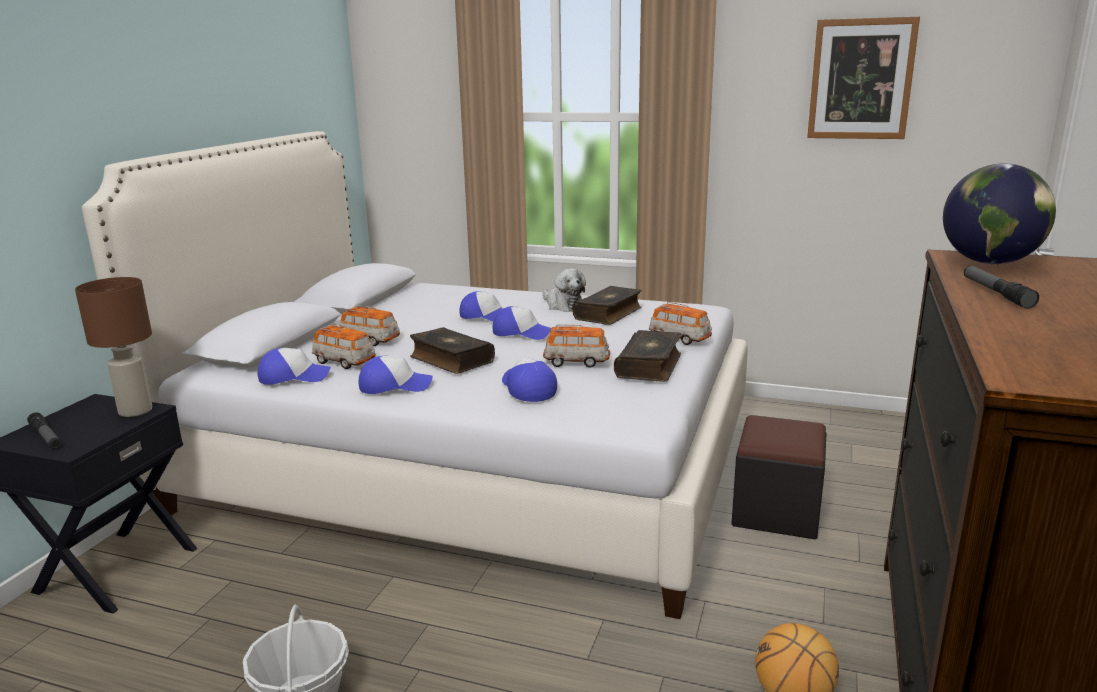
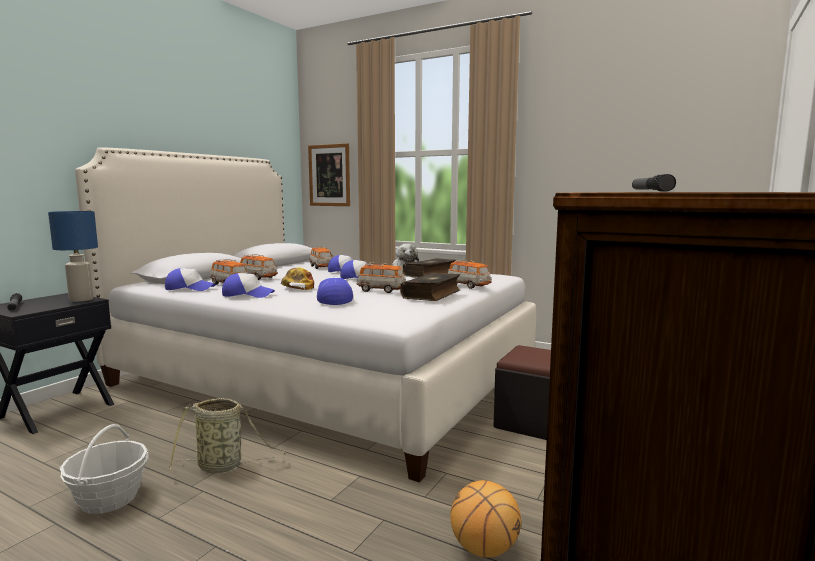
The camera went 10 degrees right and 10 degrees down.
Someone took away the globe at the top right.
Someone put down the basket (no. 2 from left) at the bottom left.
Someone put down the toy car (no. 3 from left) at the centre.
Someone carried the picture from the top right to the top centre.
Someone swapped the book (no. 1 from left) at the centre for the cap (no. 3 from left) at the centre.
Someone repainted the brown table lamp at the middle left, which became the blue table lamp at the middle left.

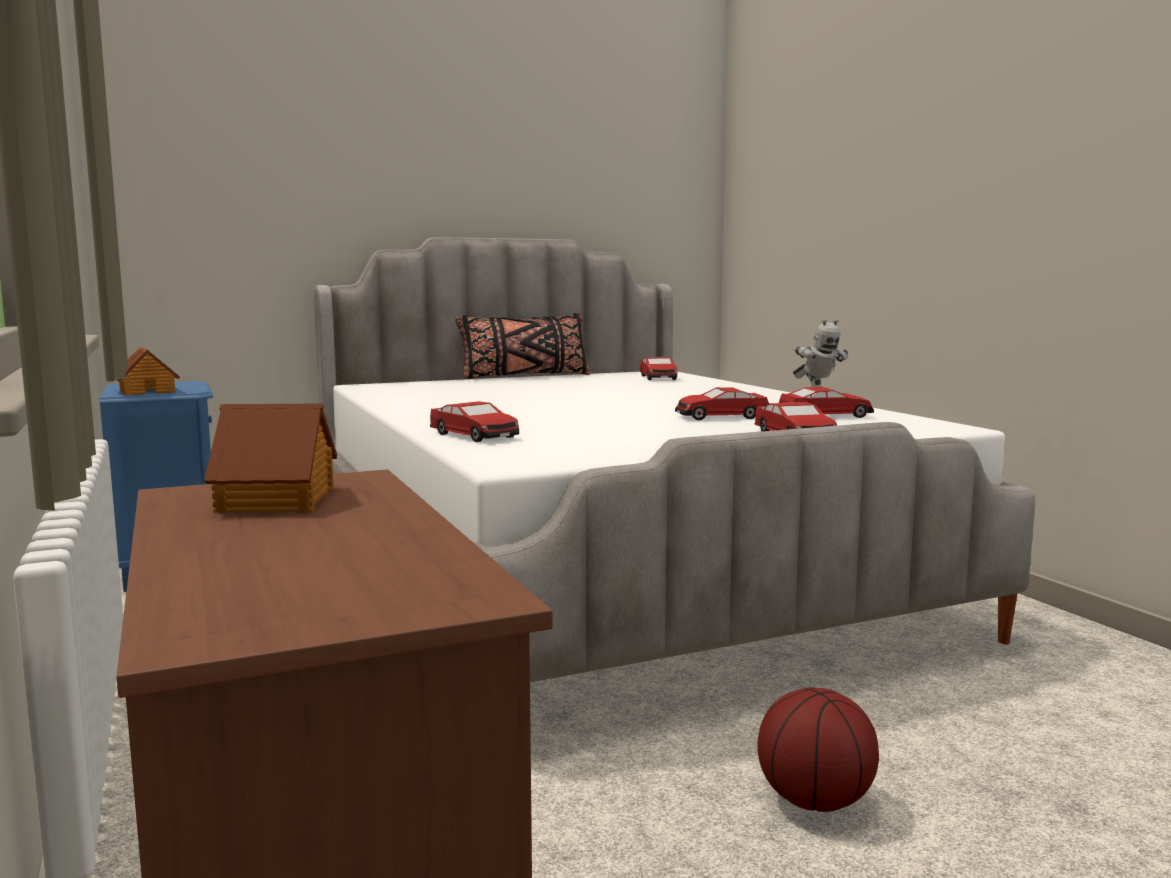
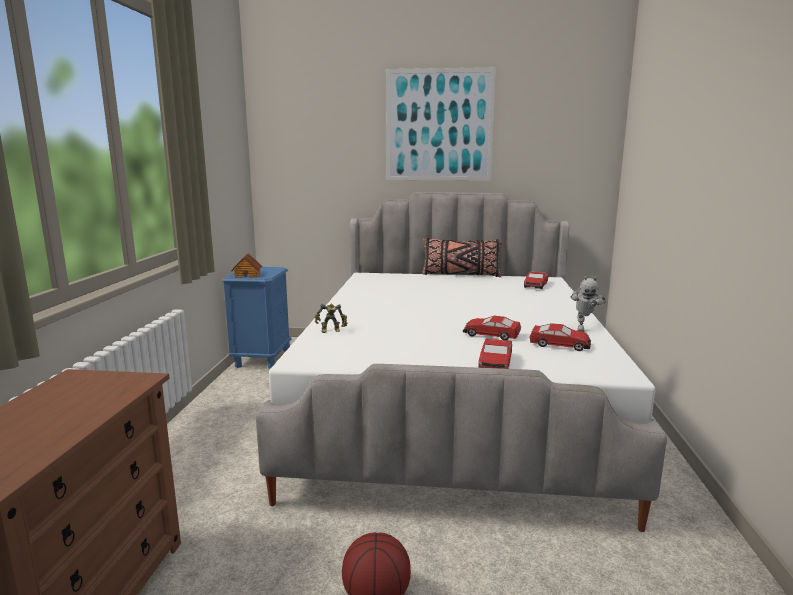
The camera went 30 degrees right and 5 degrees up.
Someone took away the toy house (no. 2 from left) at the middle left.
Someone put up the picture at the top centre.
Someone swapped the toy car (no. 1 from left) at the centre for the toy robot (no. 1 from left) at the centre.

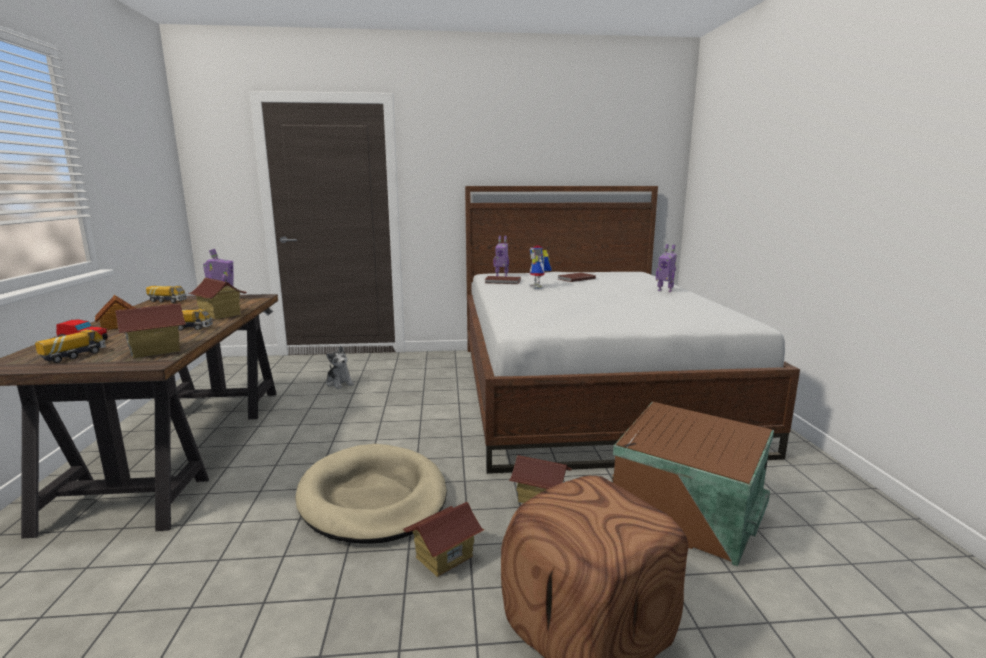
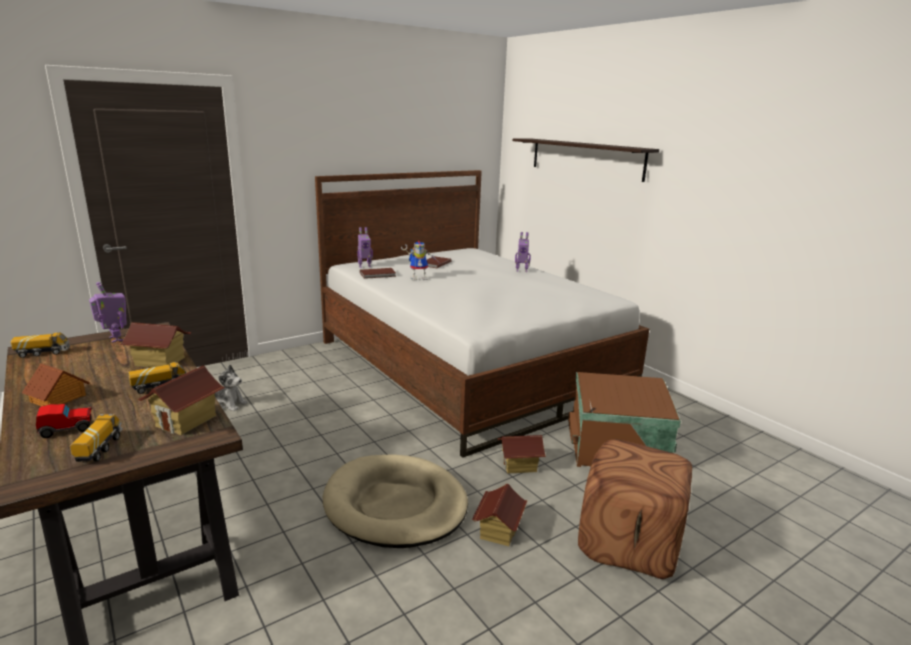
The camera went 30 degrees left and 5 degrees up.
Someone put up the shelf at the top centre.
Someone rotated the toy robot (no. 3 from left) at the centre by 60 degrees counterclockwise.

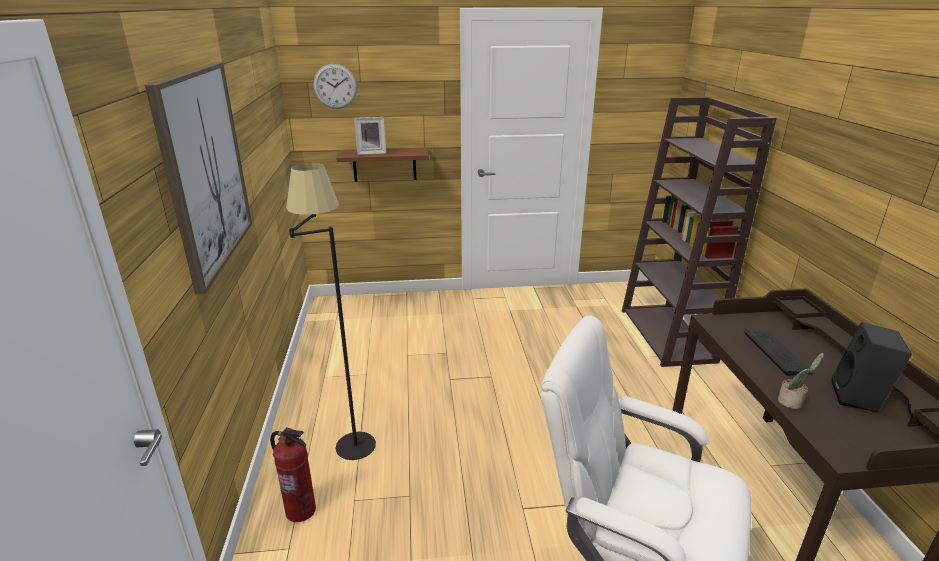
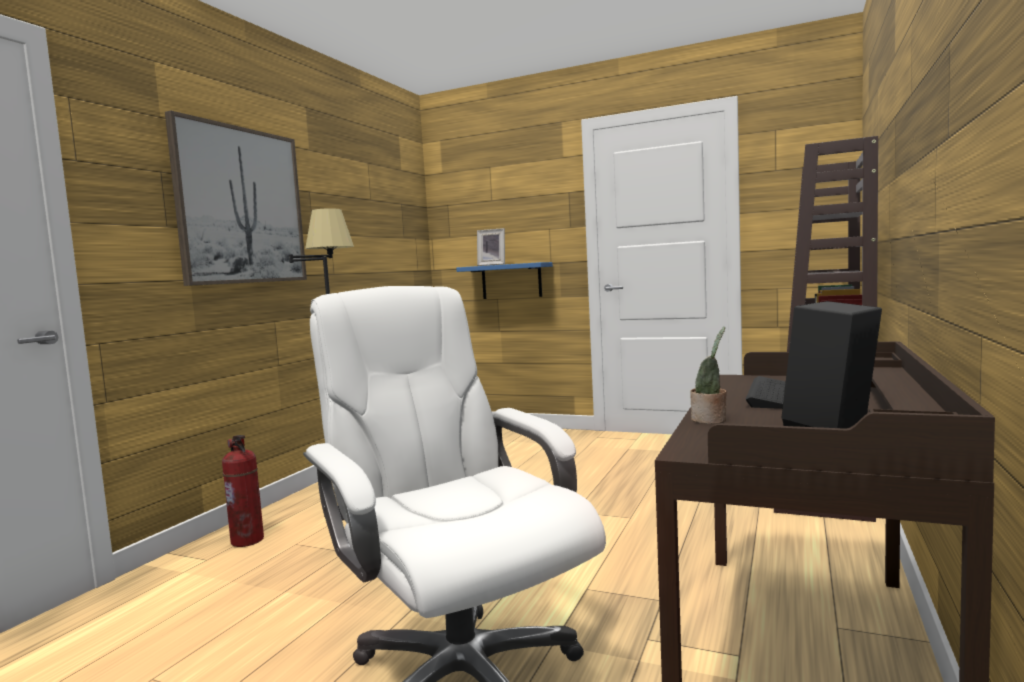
The camera went 30 degrees right and 20 degrees down.
Someone took away the wall clock at the top centre.
Someone repainted the brown shelf at the top centre, which became the blue shelf at the centre.

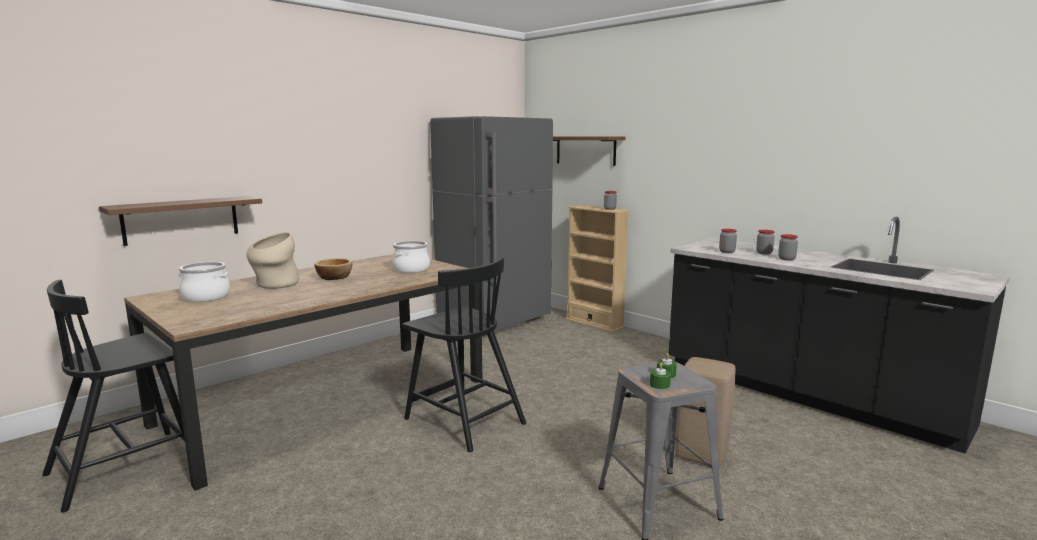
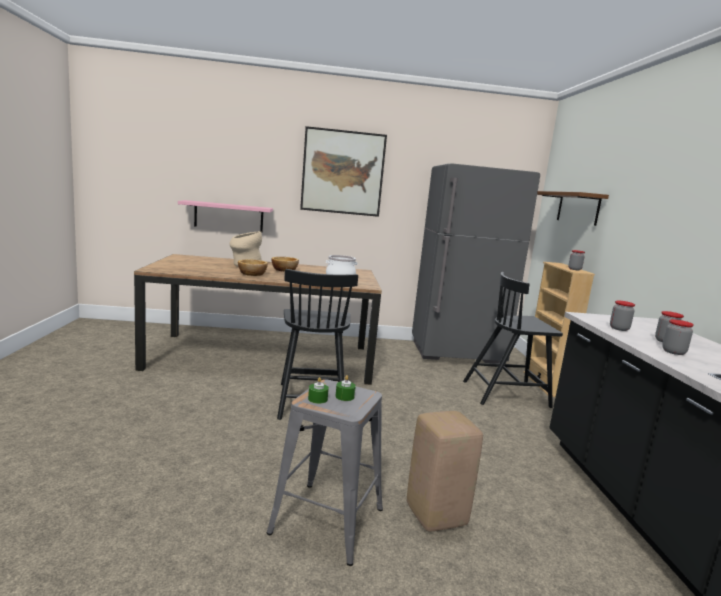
The camera went 40 degrees right and 0 degrees up.
Someone took away the cooking pot (no. 1 from left) at the middle left.
Someone put down the bowl (no. 1 from left) at the centre.
Someone put up the picture at the top centre.
Someone carried the black chair (no. 1 from left in the first image) from the bottom left to the middle right.
Someone repainted the brown shelf (no. 1 from left) at the middle left, which became the pink shelf at the middle left.

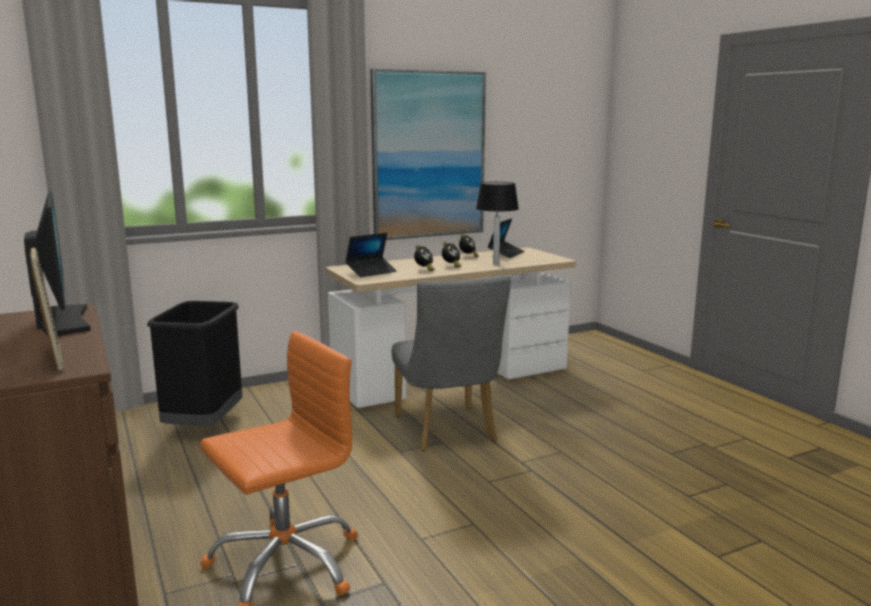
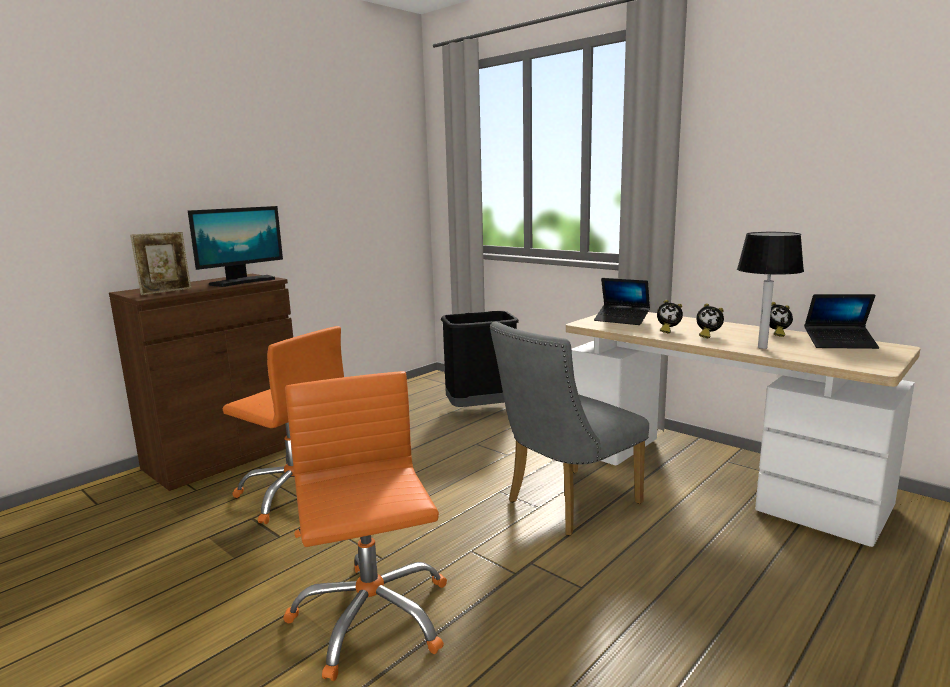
The camera went 70 degrees right and 0 degrees up.
Someone took away the picture at the top centre.
Someone put down the orange office chair (no. 2 from left) at the bottom centre.

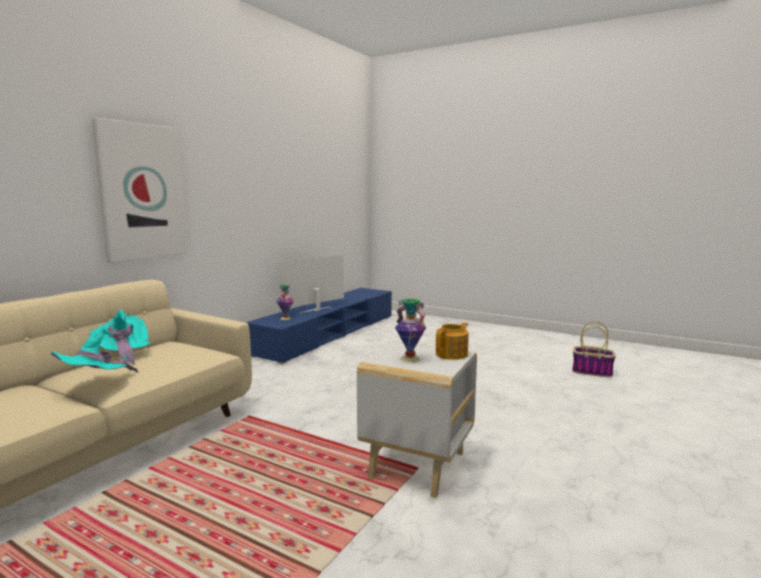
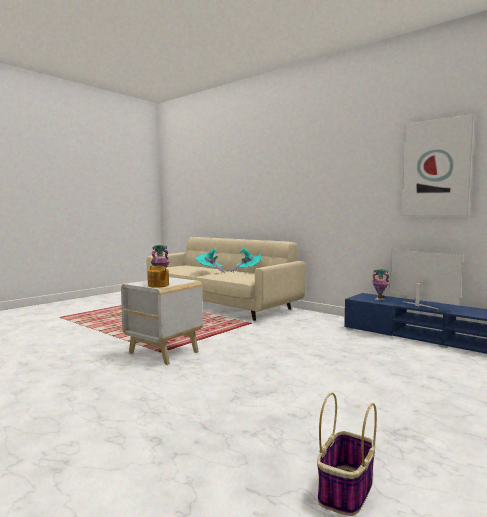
The camera went 100 degrees right and 5 degrees down.
Someone carried the picture from the top left to the top right.

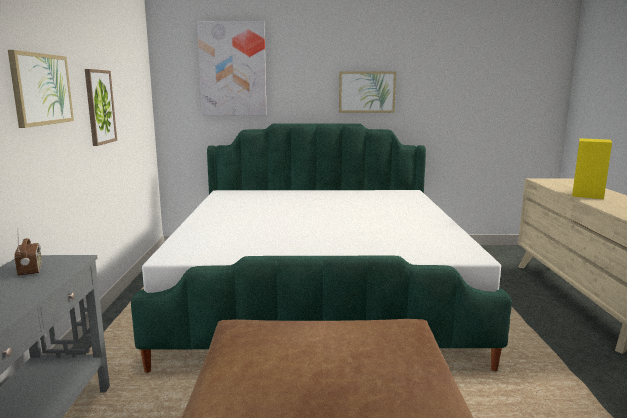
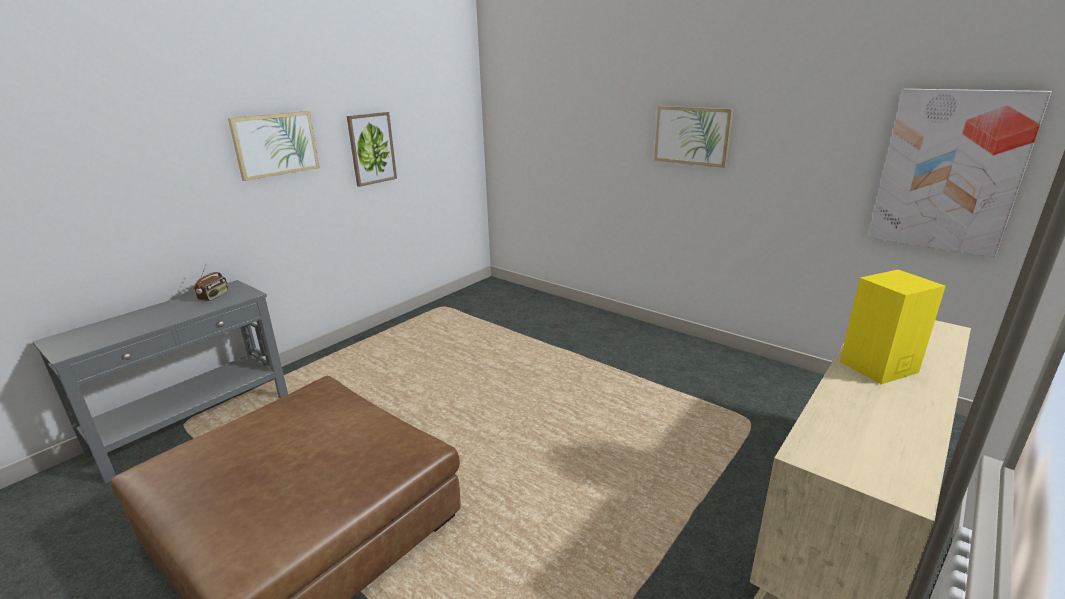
The camera went 40 degrees right and 10 degrees up.
Someone took away the bed at the centre.
Someone carried the picture (no. 3 from left in the first image) from the top centre to the top right.

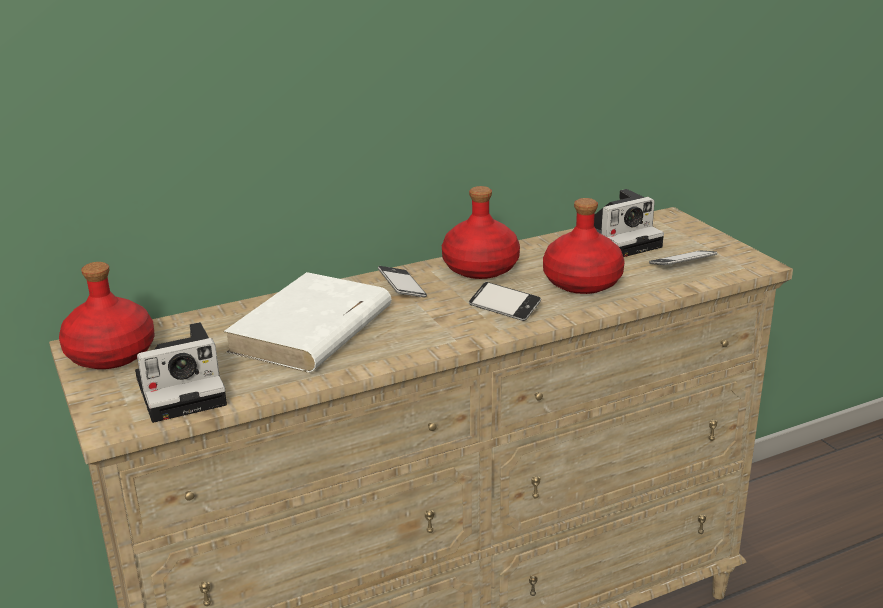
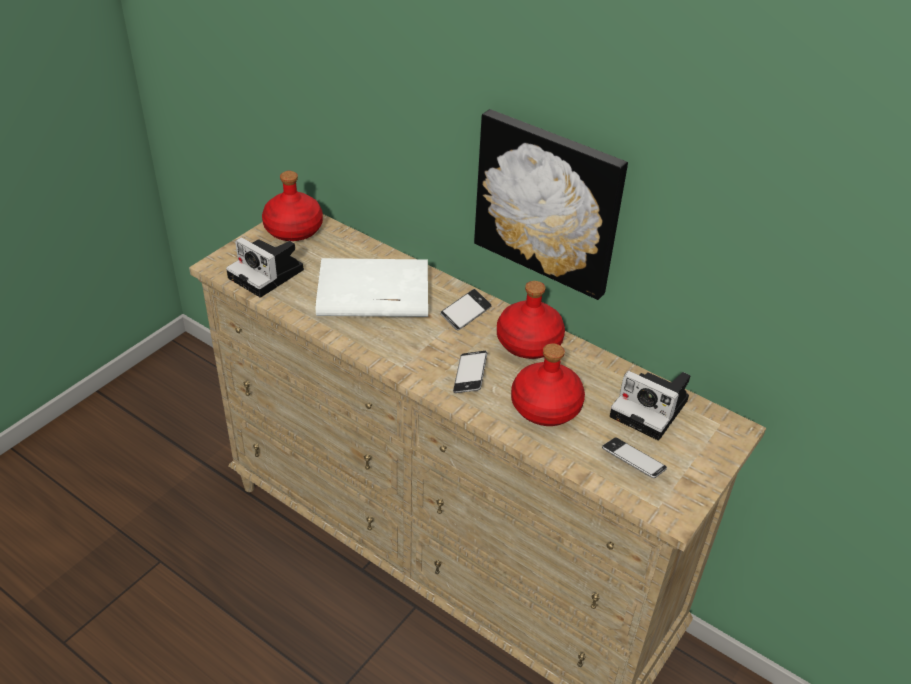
The camera went 60 degrees right and 15 degrees up.
Someone put up the picture at the top centre.

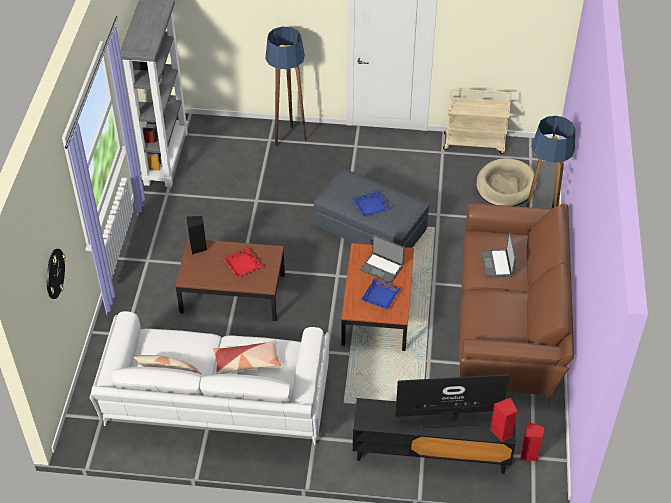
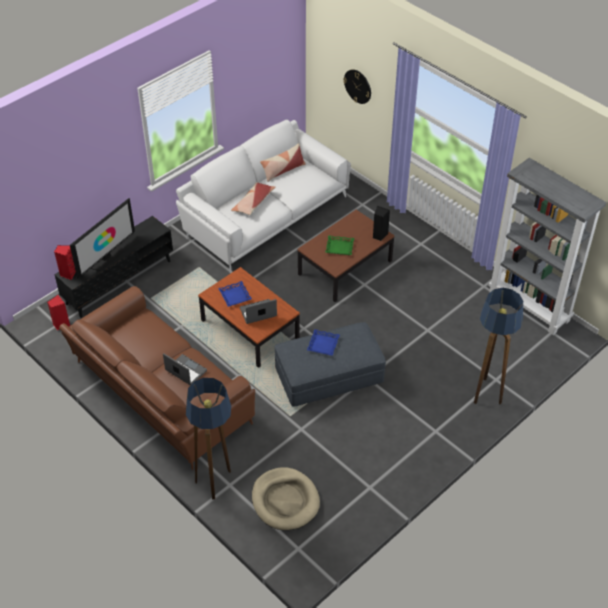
The camera went 130 degrees right and 0 degrees up.
Someone took away the beige cart at the top right.
Someone repainted the red tray at the centre, which became the green tray at the centre.

